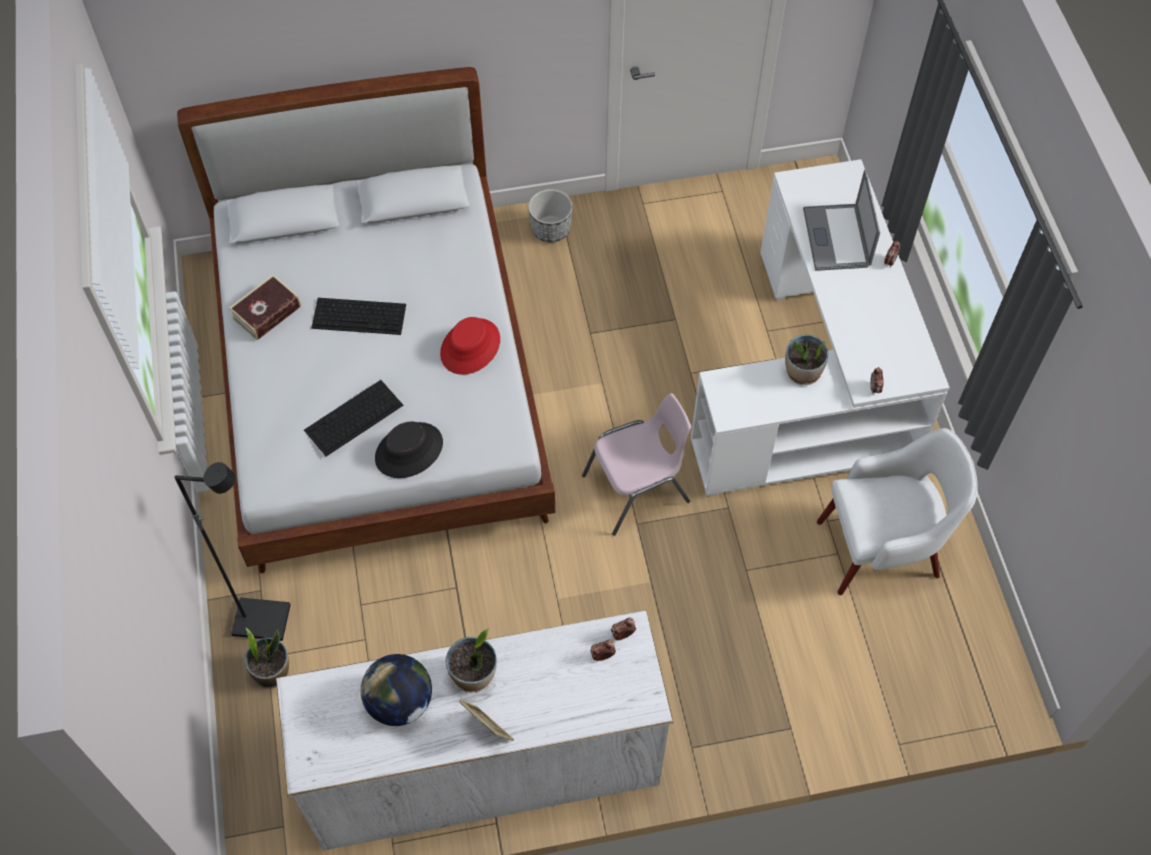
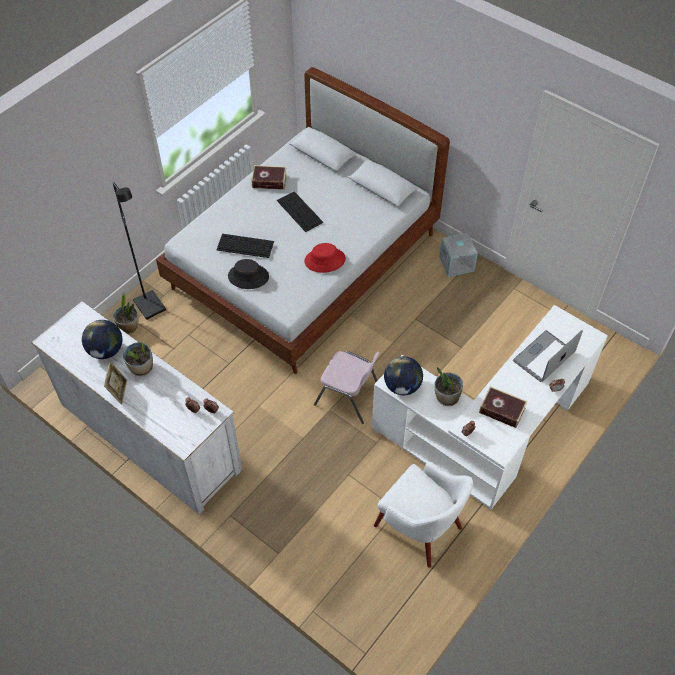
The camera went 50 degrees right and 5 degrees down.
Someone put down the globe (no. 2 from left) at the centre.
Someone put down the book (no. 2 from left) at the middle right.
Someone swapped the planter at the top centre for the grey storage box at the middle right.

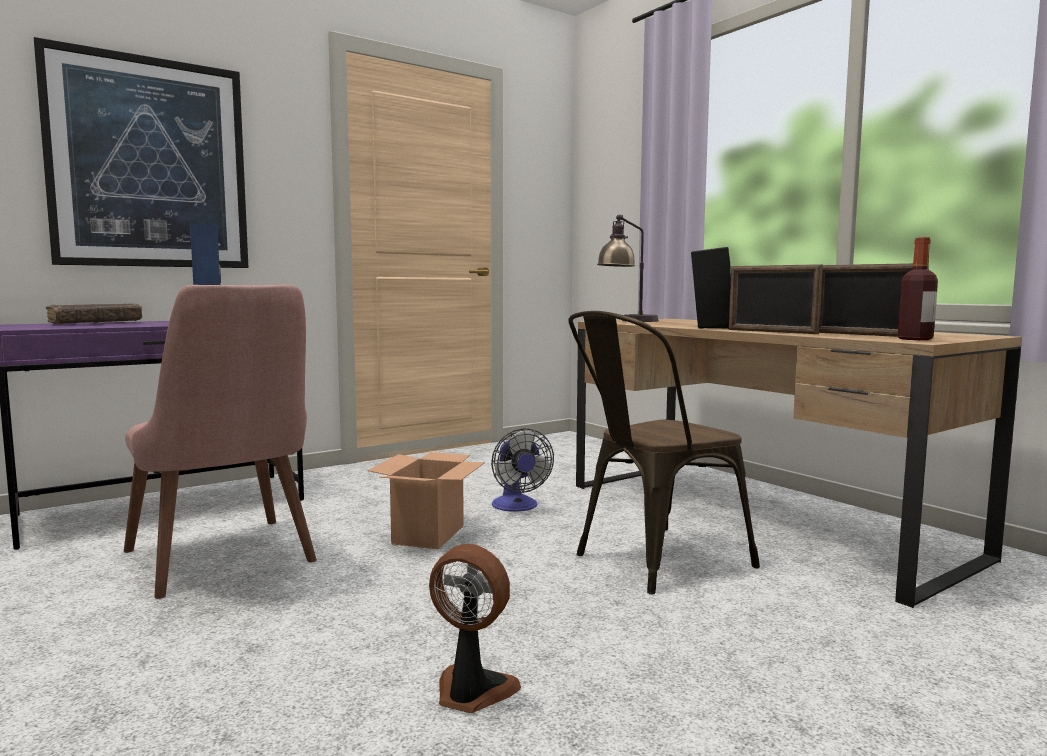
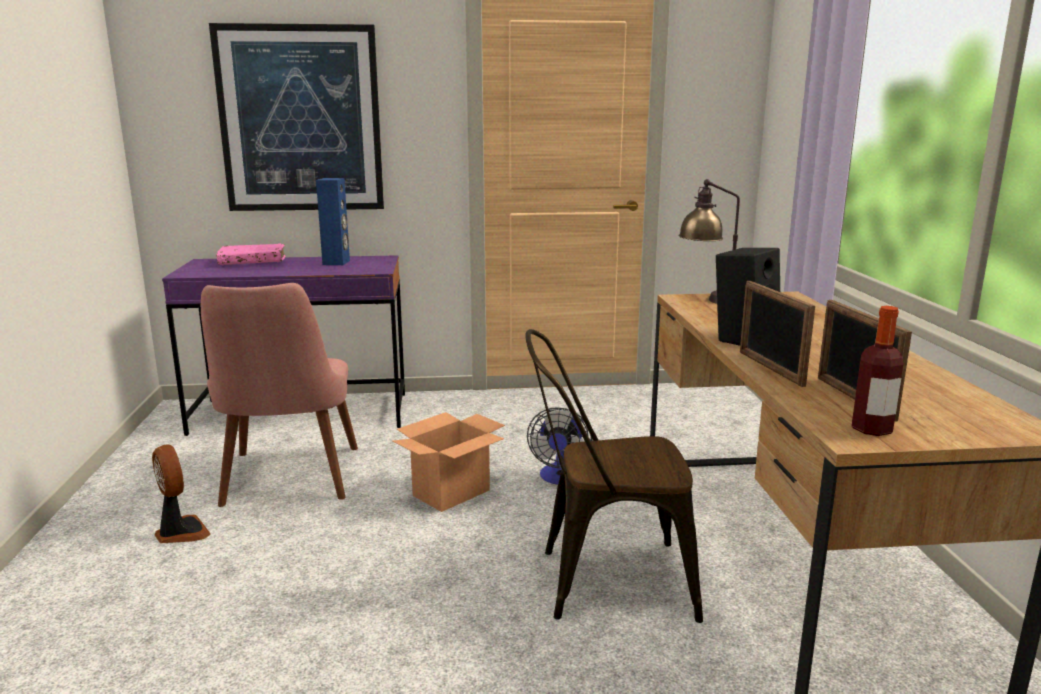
The camera went 30 degrees right and 10 degrees up.
Someone carried the fan (no. 1 from left) from the bottom centre to the bottom left.
Someone repainted the brown book at the middle left, which became the pink book at the middle left.

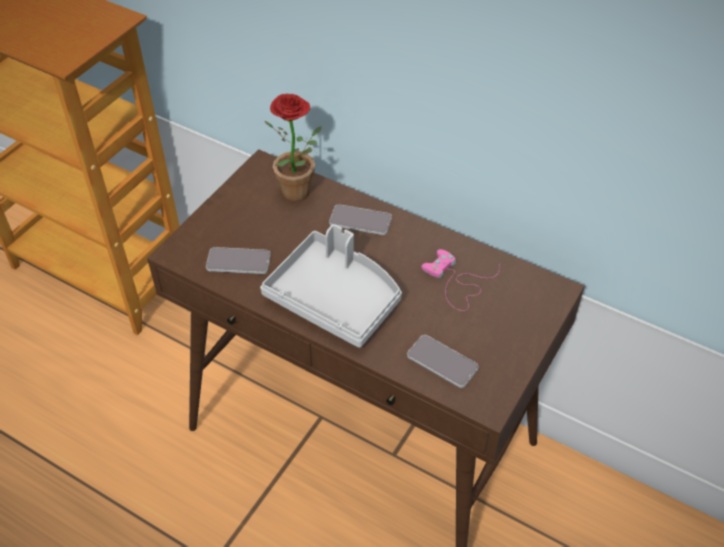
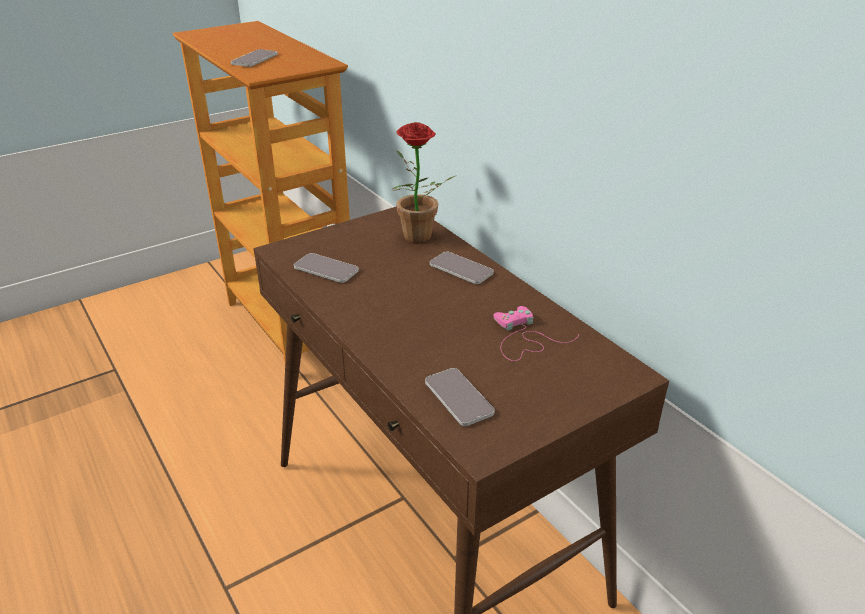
The camera went 25 degrees right and 15 degrees down.
Someone took away the grey tray at the centre.
Someone put down the phone (no. 1 from left) at the top left.

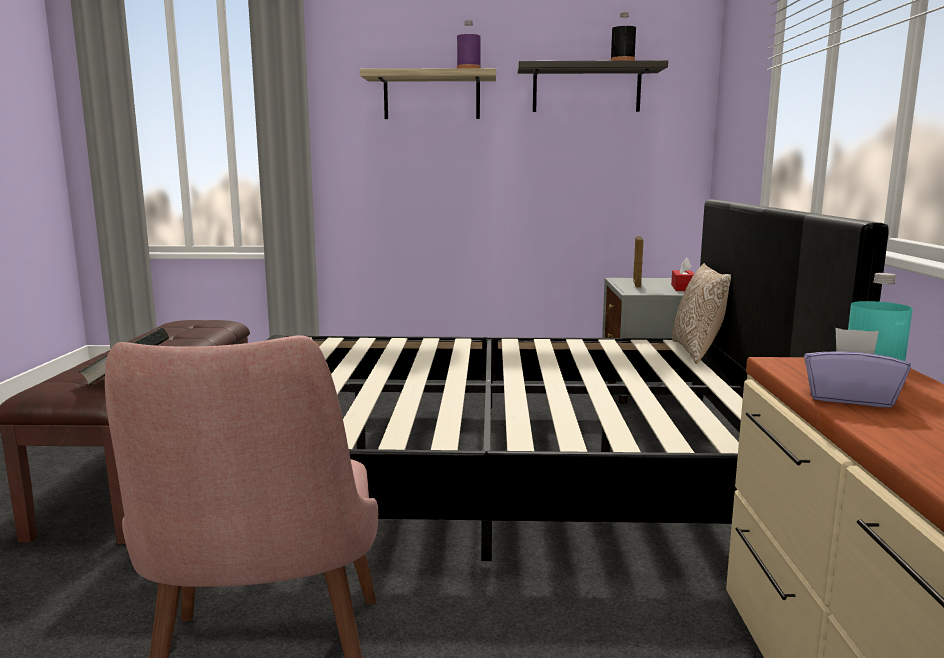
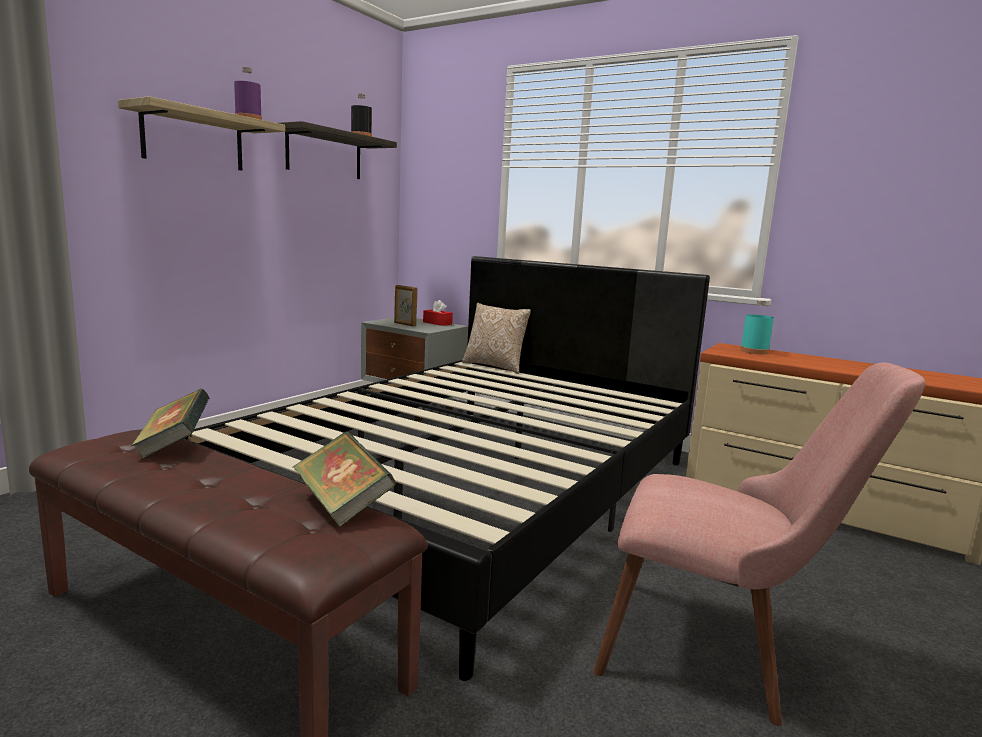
The camera went 60 degrees left and 0 degrees up.
Someone took away the purple tissue box at the middle right.
Someone put down the book (no. 1 from left) at the middle left.

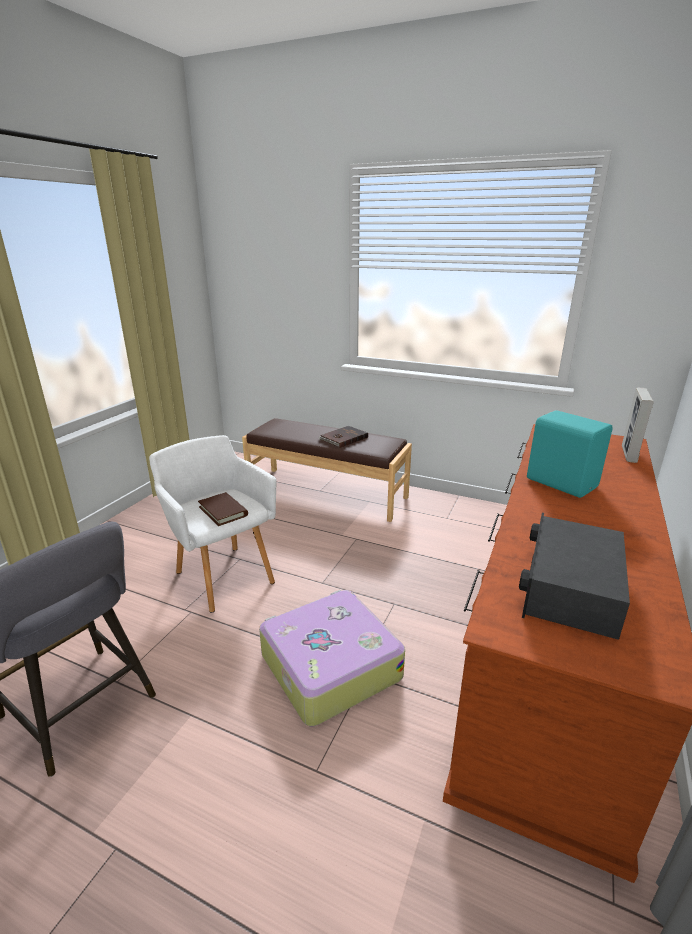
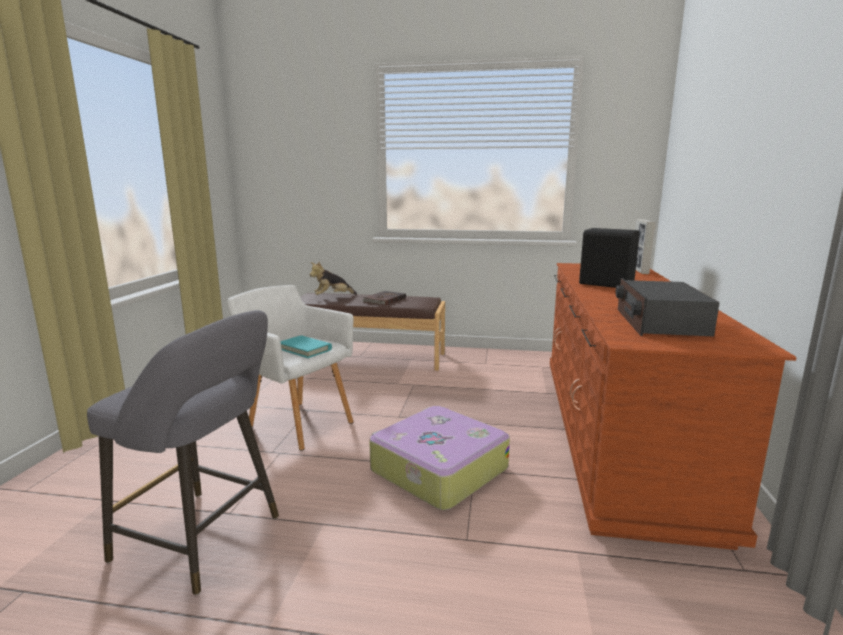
The camera went 15 degrees left and 10 degrees down.
Someone put down the plush toy at the centre.
Someone repainted the brown book (no. 1 from left) at the middle left, which became the turquoise book at the centre.
Someone repainted the turquoise speaker at the middle right, which became the black speaker at the middle right.

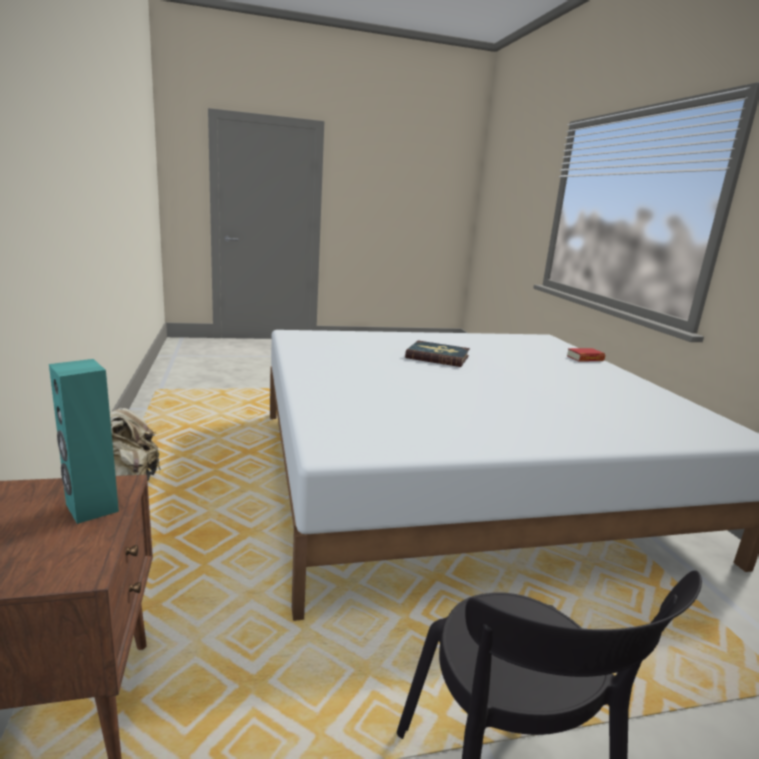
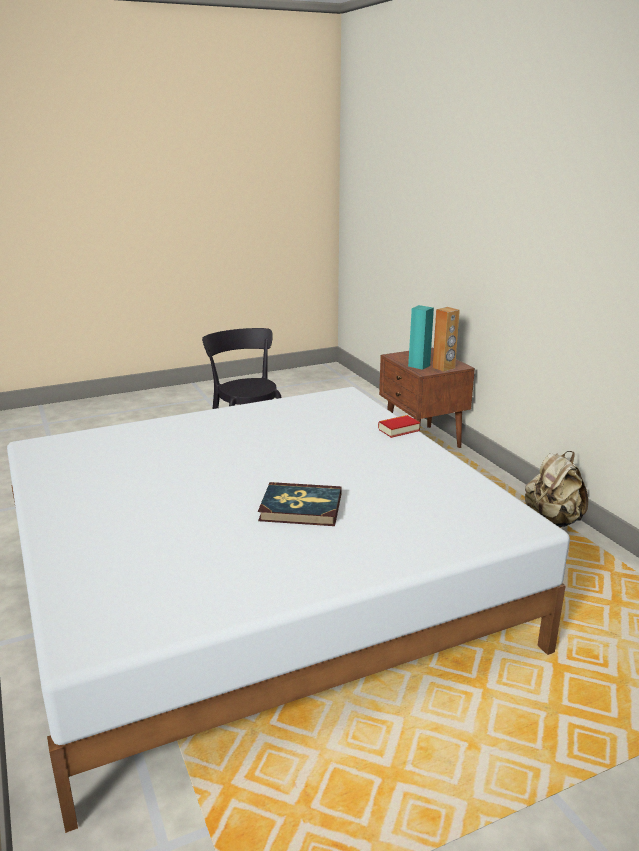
The camera went 170 degrees right and 5 degrees up.
Someone put down the brown speaker at the middle right.
Someone carried the book (no. 2 from left) from the middle right to the centre.

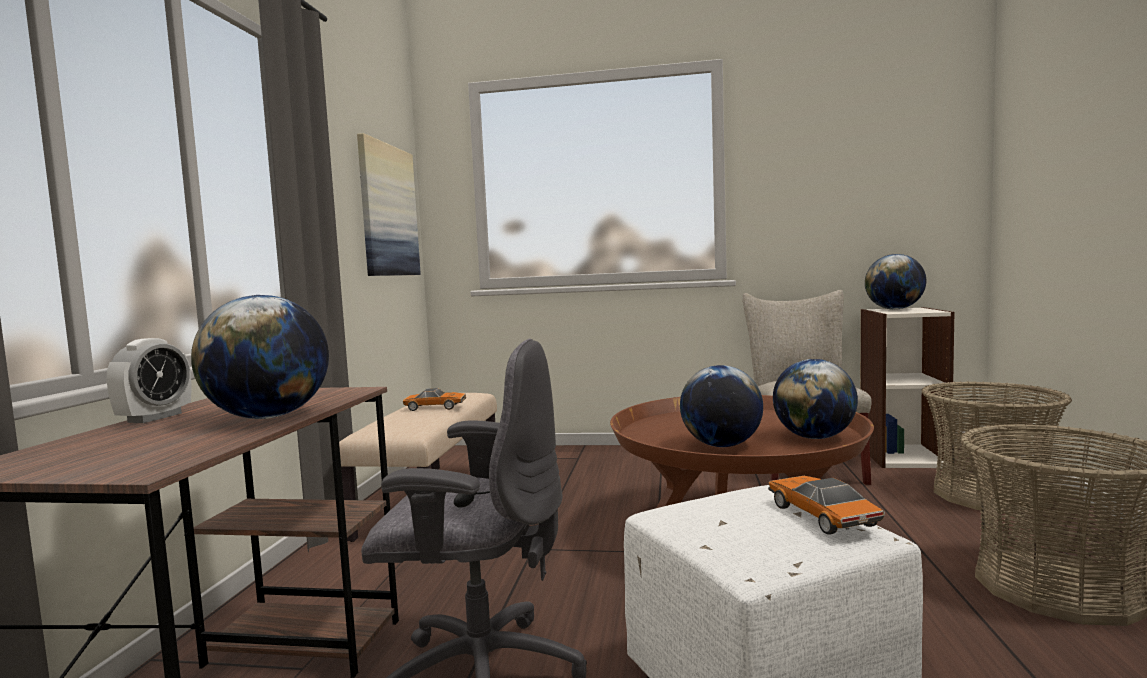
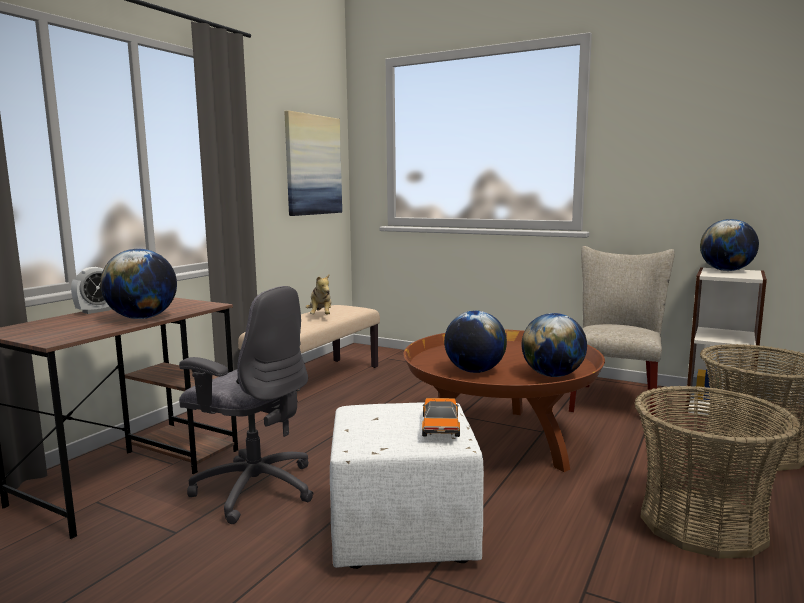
The camera went 20 degrees right and 5 degrees up.
Someone swapped the toy car (no. 1 from left) at the centre for the plush toy at the centre.

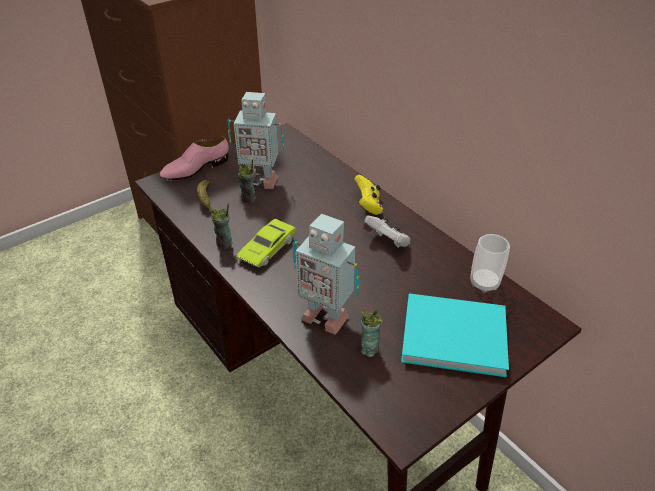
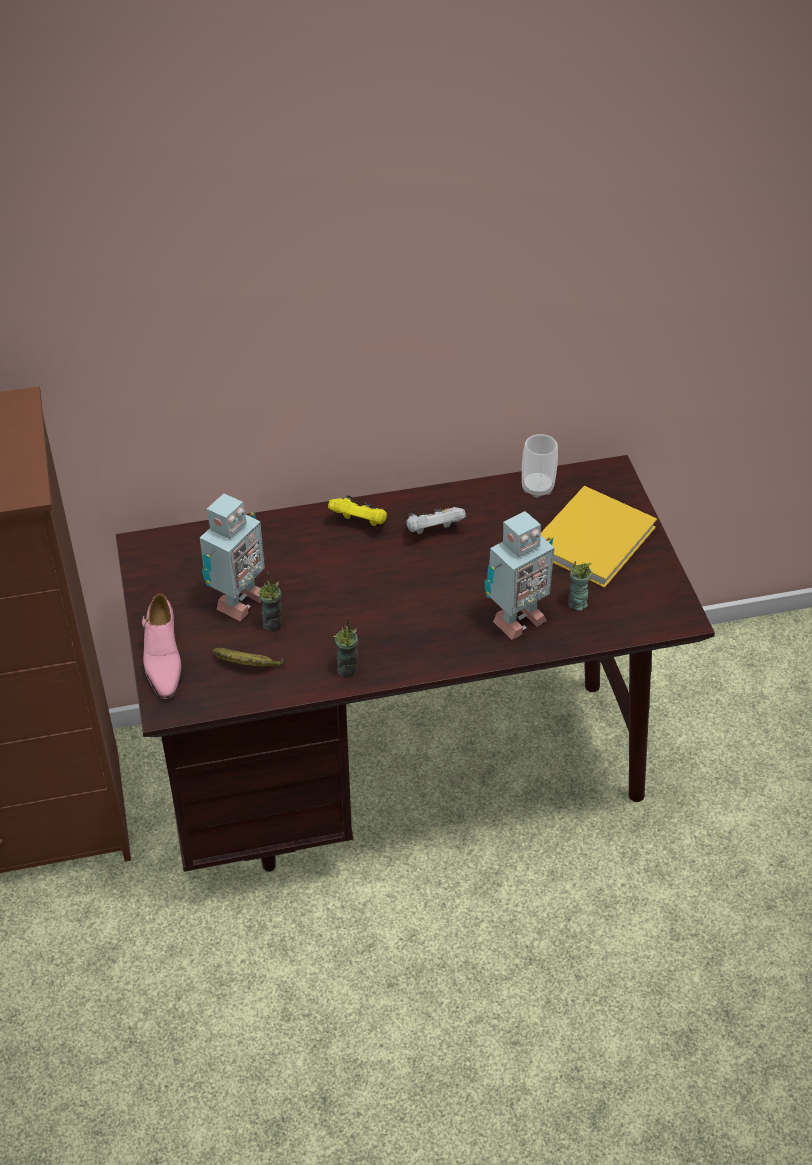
The camera went 65 degrees left and 5 degrees up.
Someone took away the green toy car at the centre.
Someone repainted the turquoise book at the bottom right, which became the yellow book at the middle right.

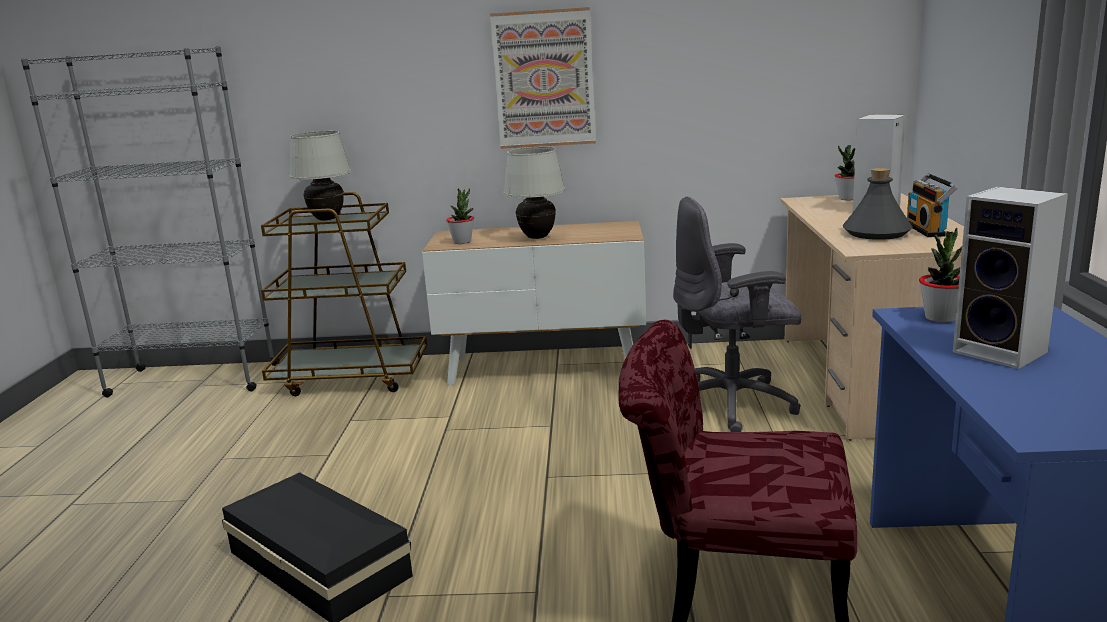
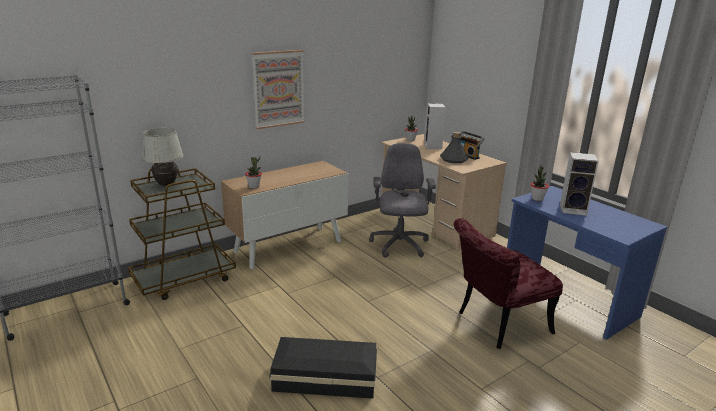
The camera went 40 degrees left and 5 degrees up.
Someone took away the white table lamp (no. 2 from left) at the top centre.
Someone rotated the grey office chair at the centre by 135 degrees clockwise.

